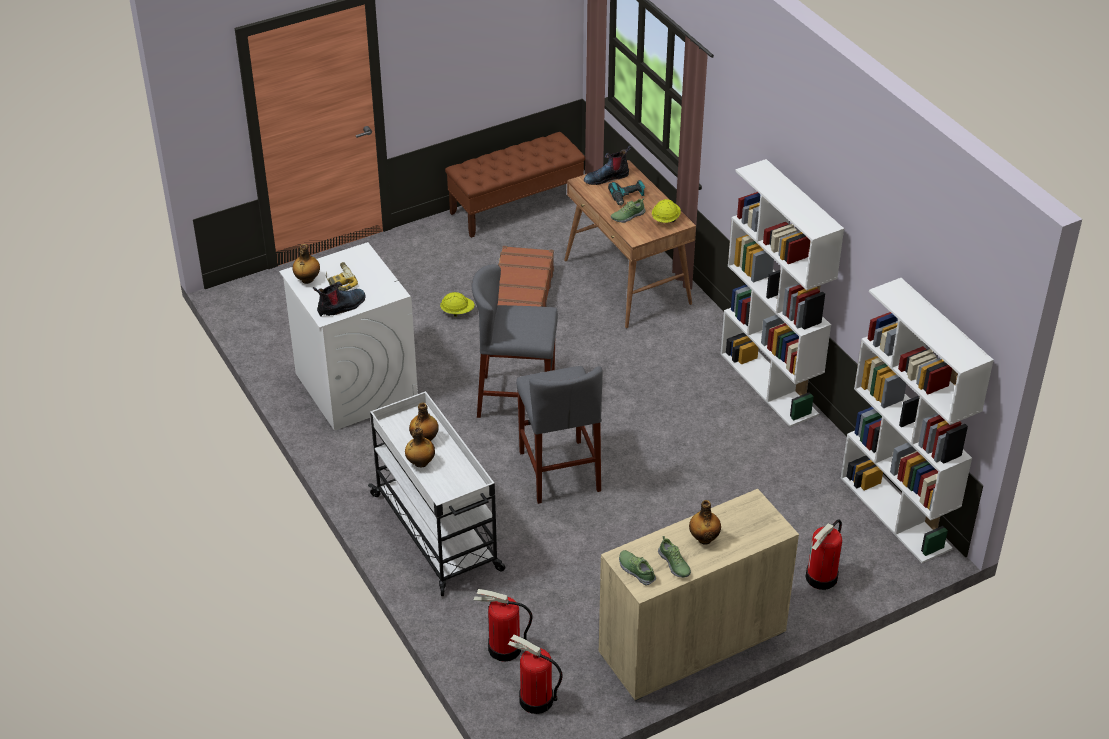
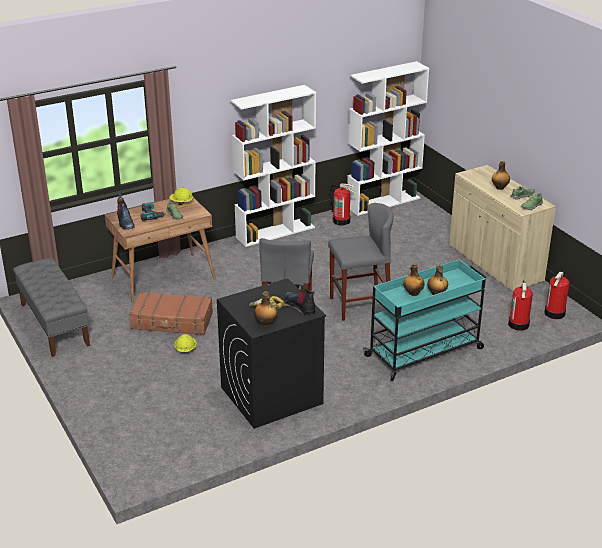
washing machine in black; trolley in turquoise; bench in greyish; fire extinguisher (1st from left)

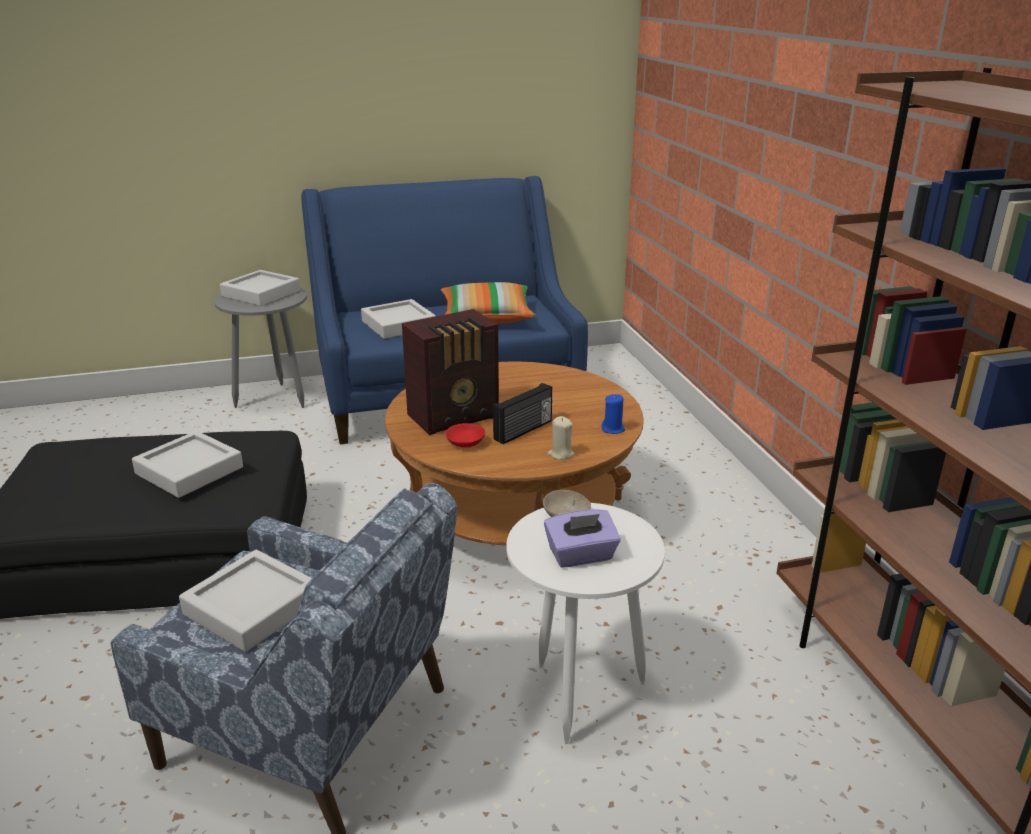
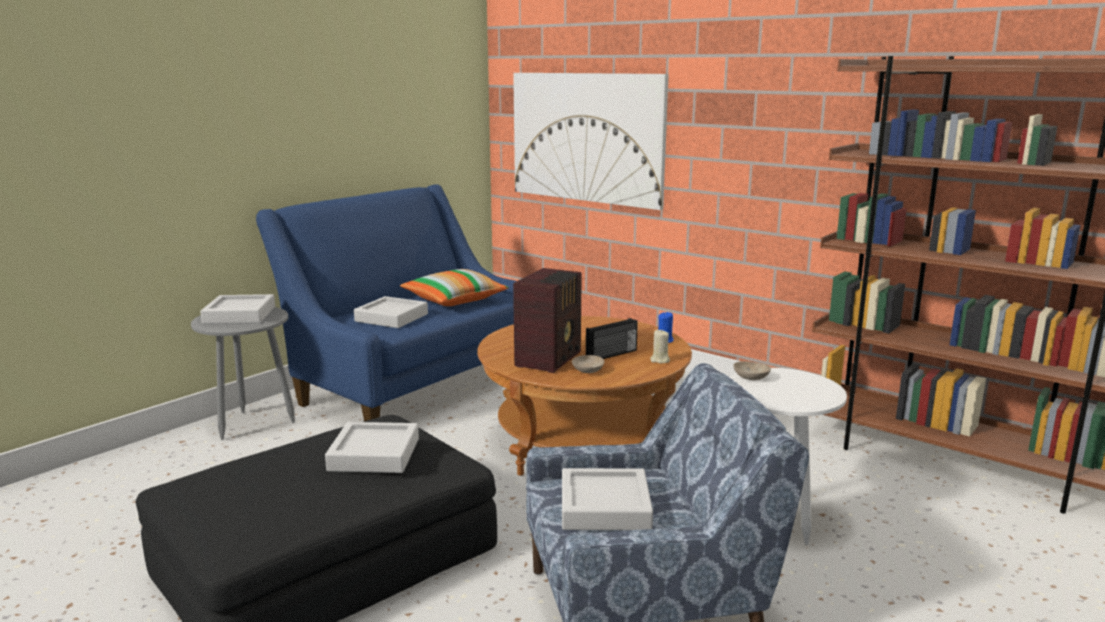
serving bowl in beige-coloured (1st from left); radio (2nd from left); box of tissues in purple-coloured; wall picture

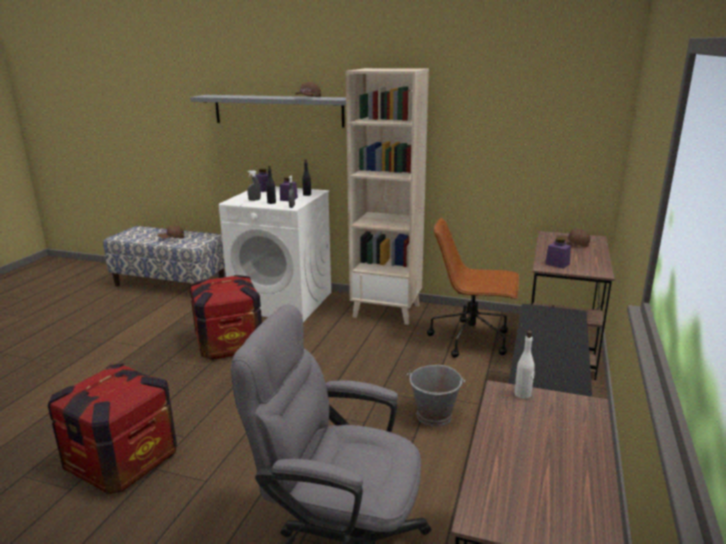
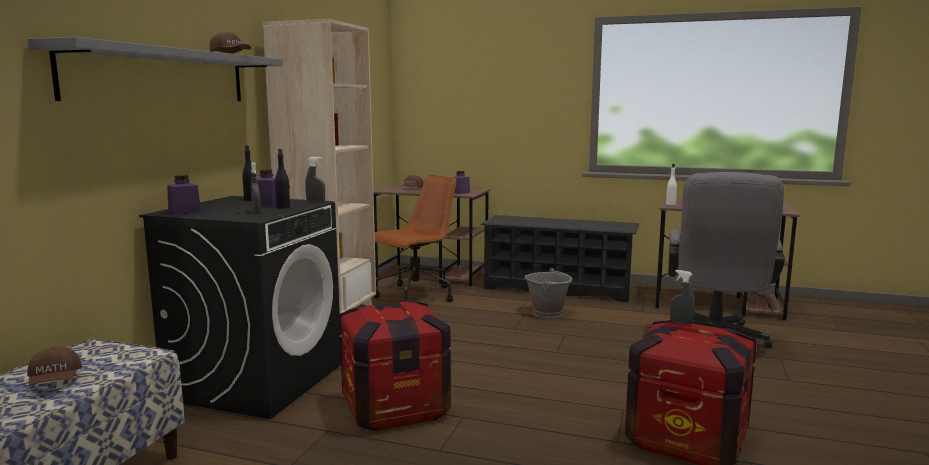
washing machine in black; desk chair in brown; spray bottle in greyish (3rd from left)

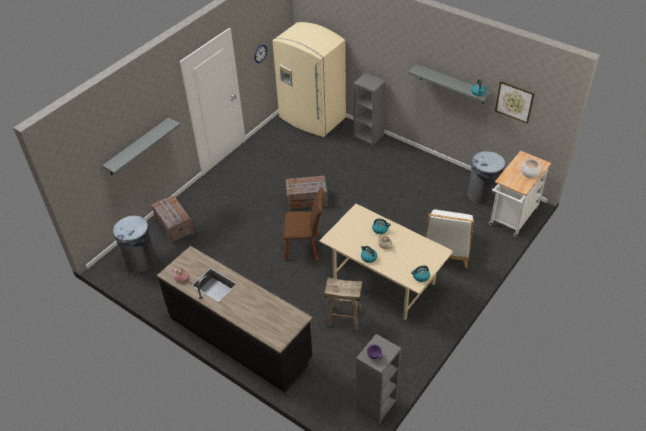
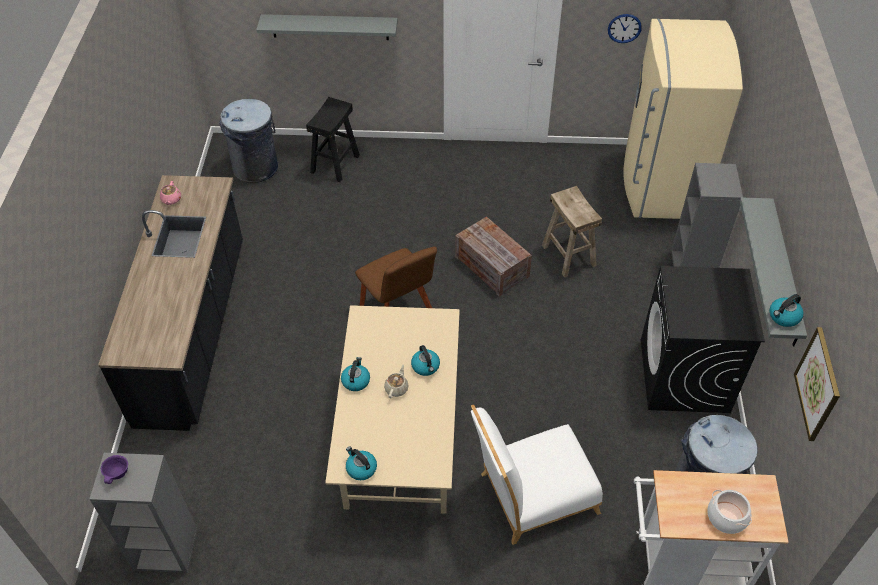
stool seat in black; stool seat in beige-coloured; washing machine in black

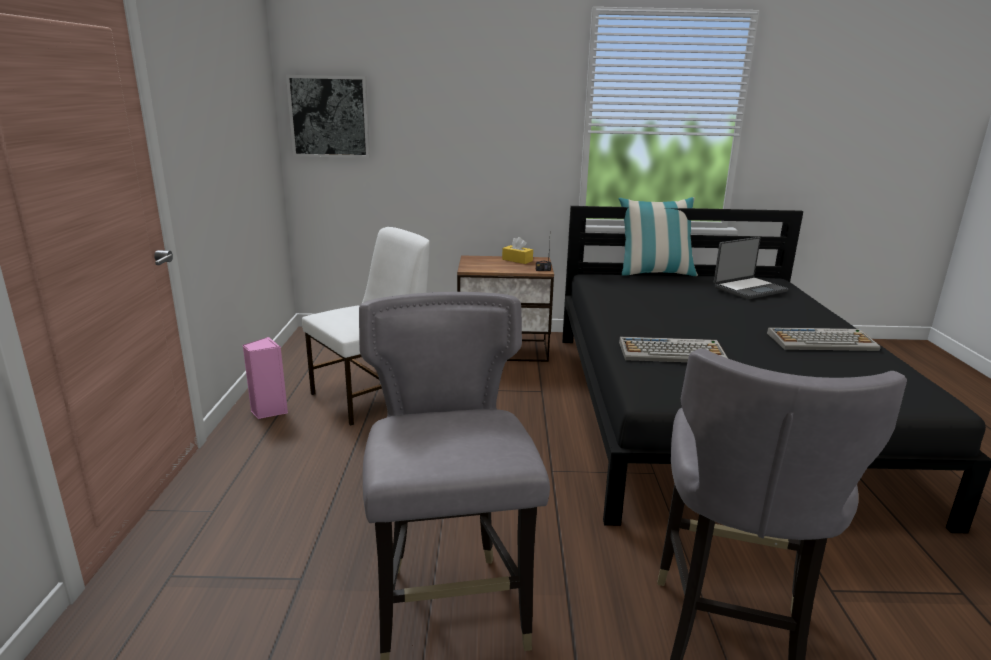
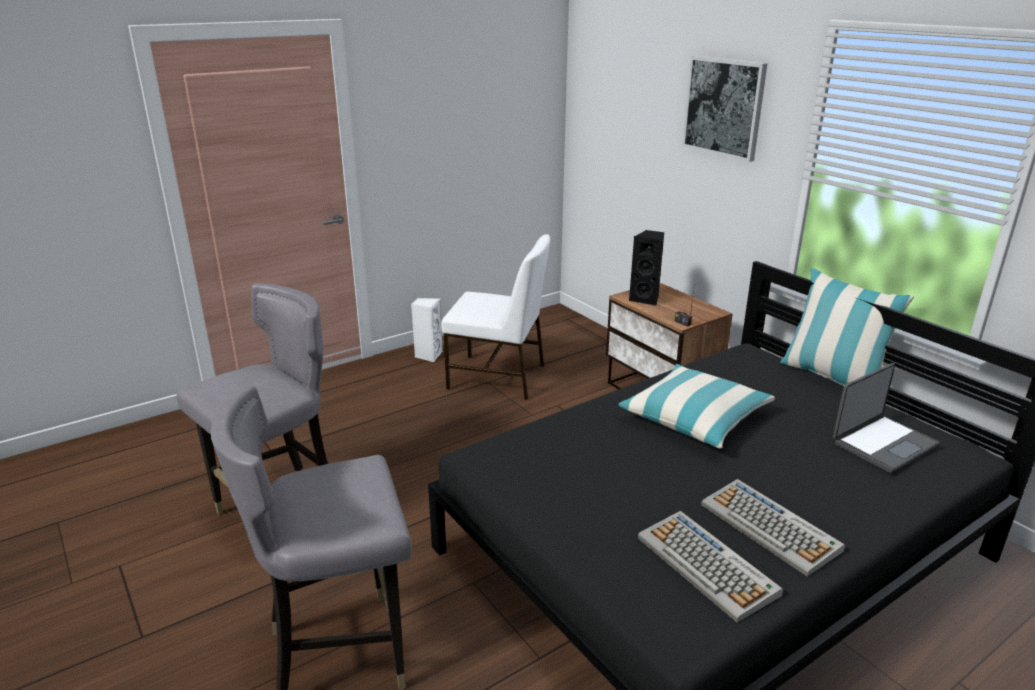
loudspeaker in whitish; wall picture; box of tissues in yellow; computer keyboard (1st from left); laptop; pillow (1st from left); loudspeaker in black

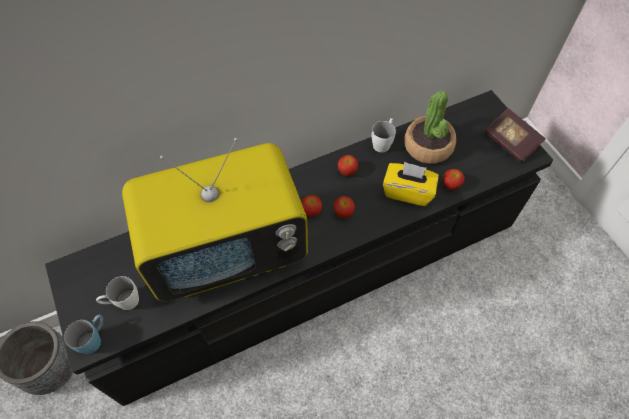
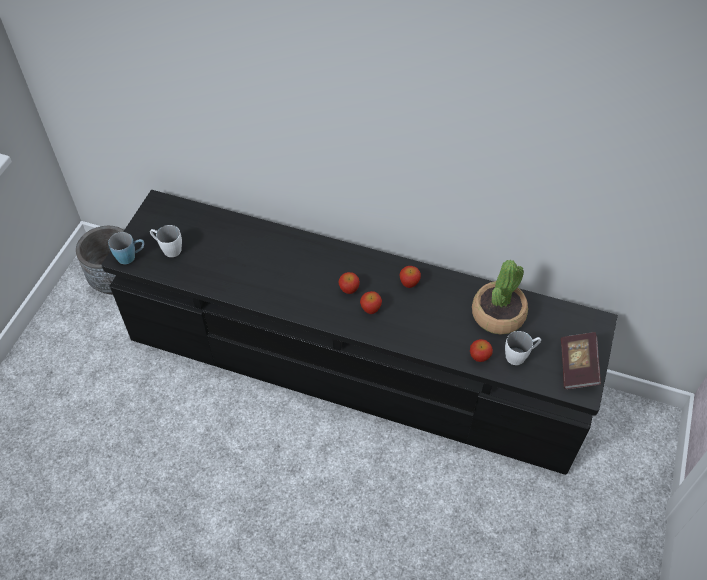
television; tea mug in whitish (2nd from left); box of tissues in yellow

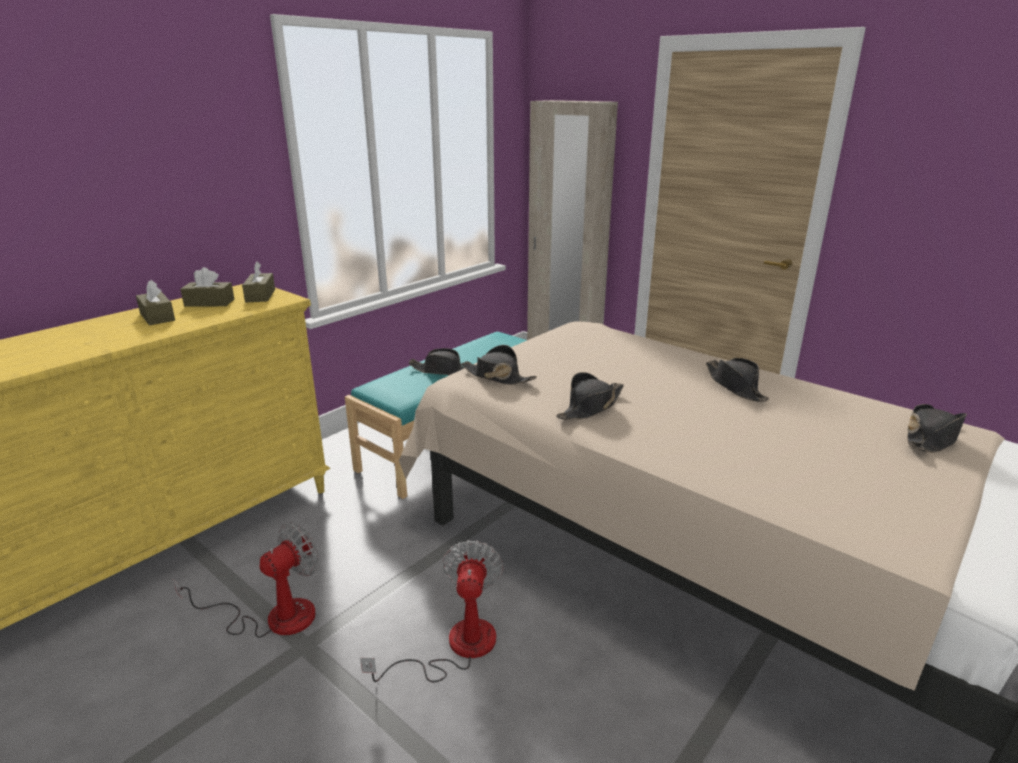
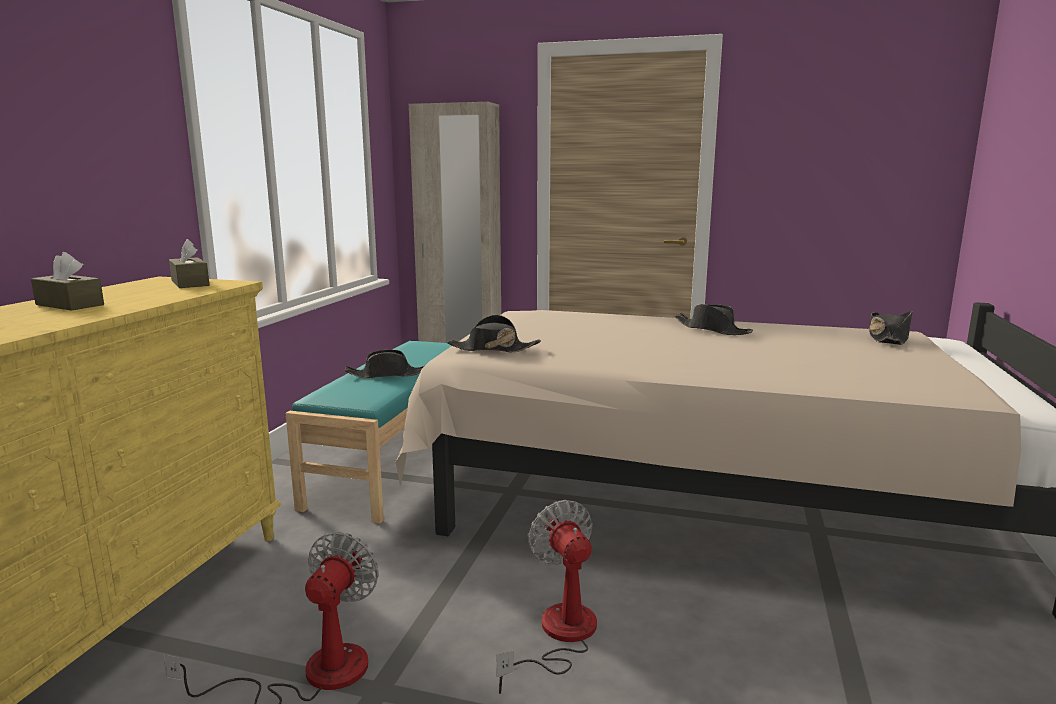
box of tissues in brown (2nd from left in the first image); hat in black (3rd from left in the first image)

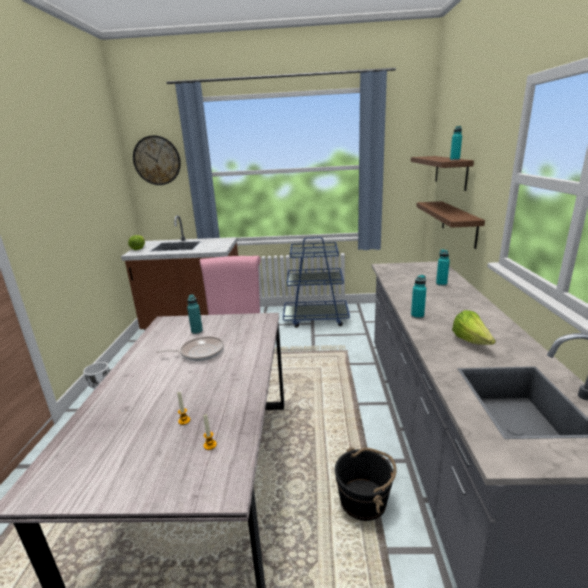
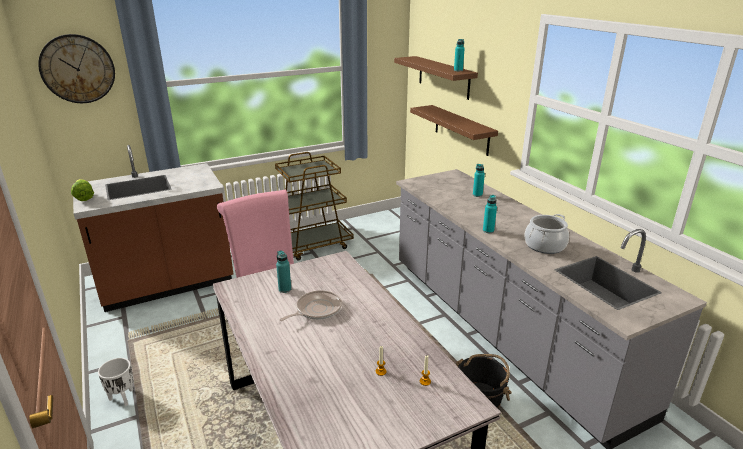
trolley in brown; cooking pot

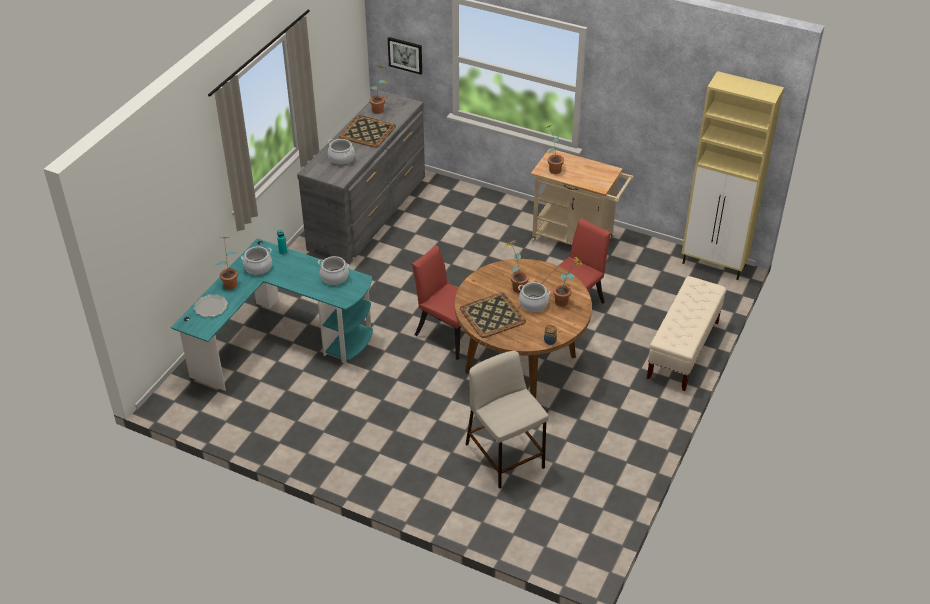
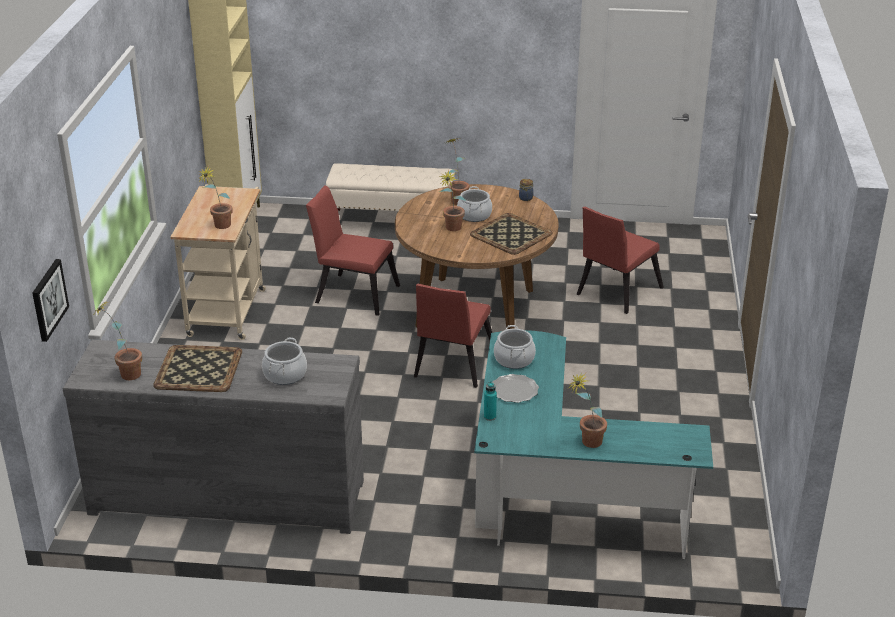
plate; cooking pot (1st from left in the first image); chair in red (3rd from left)

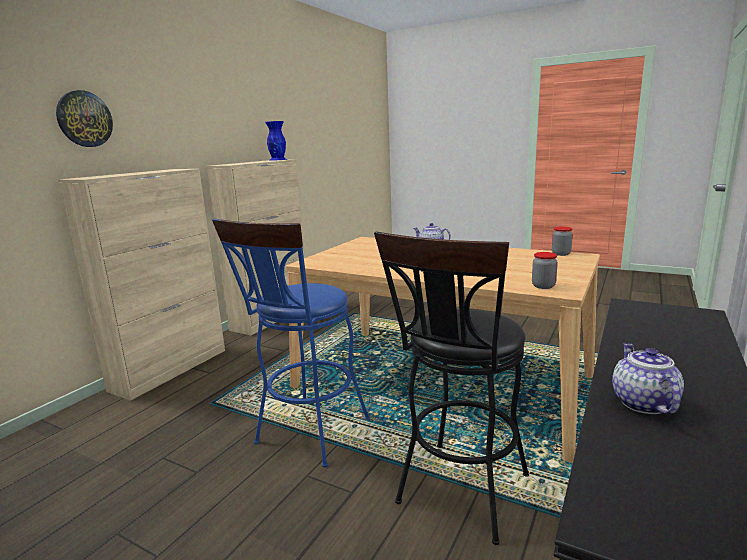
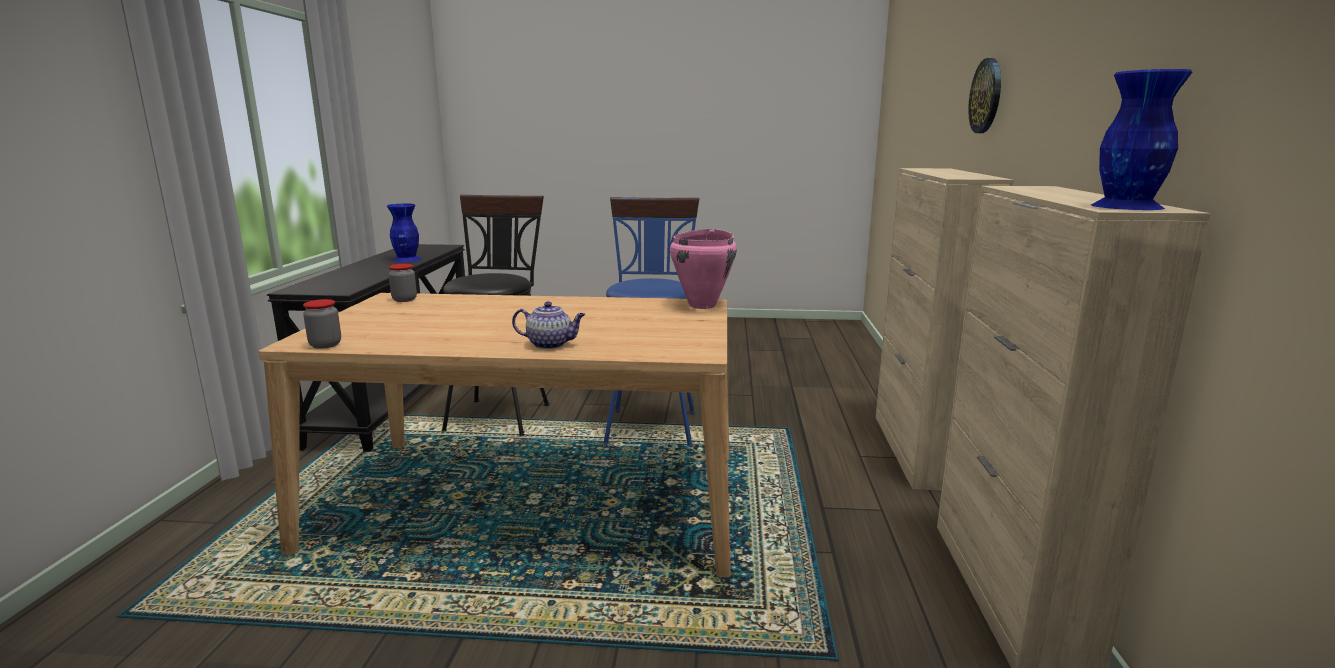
flower vase in bluish (1st from left); cooking pot in pink

